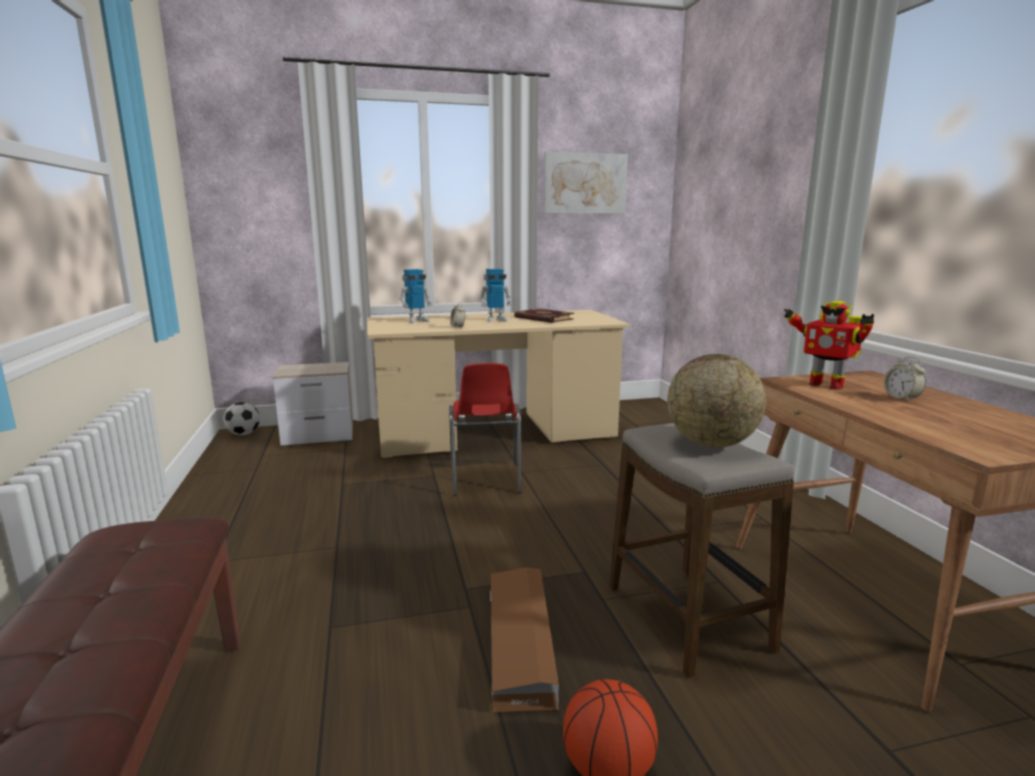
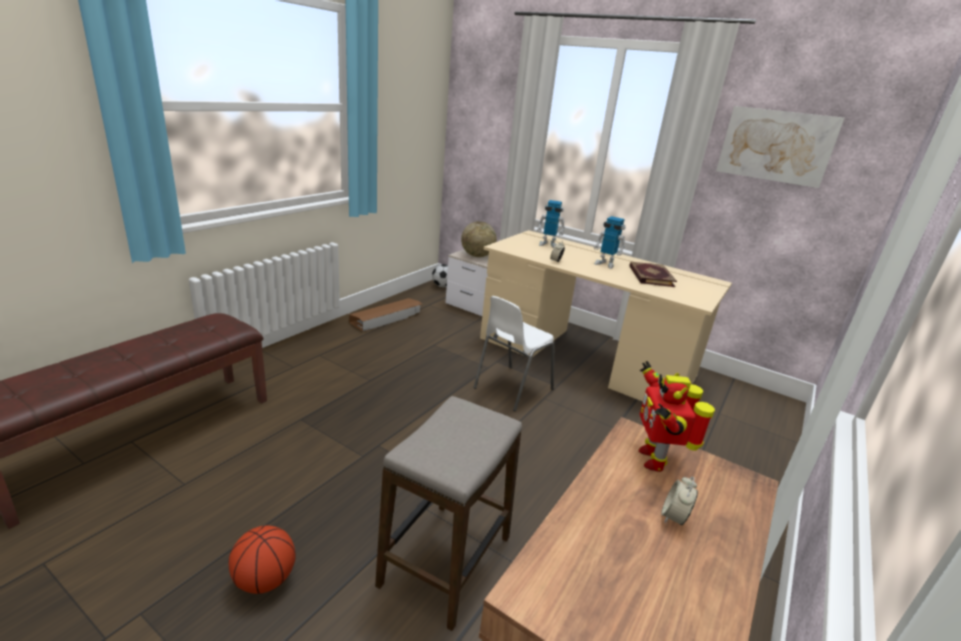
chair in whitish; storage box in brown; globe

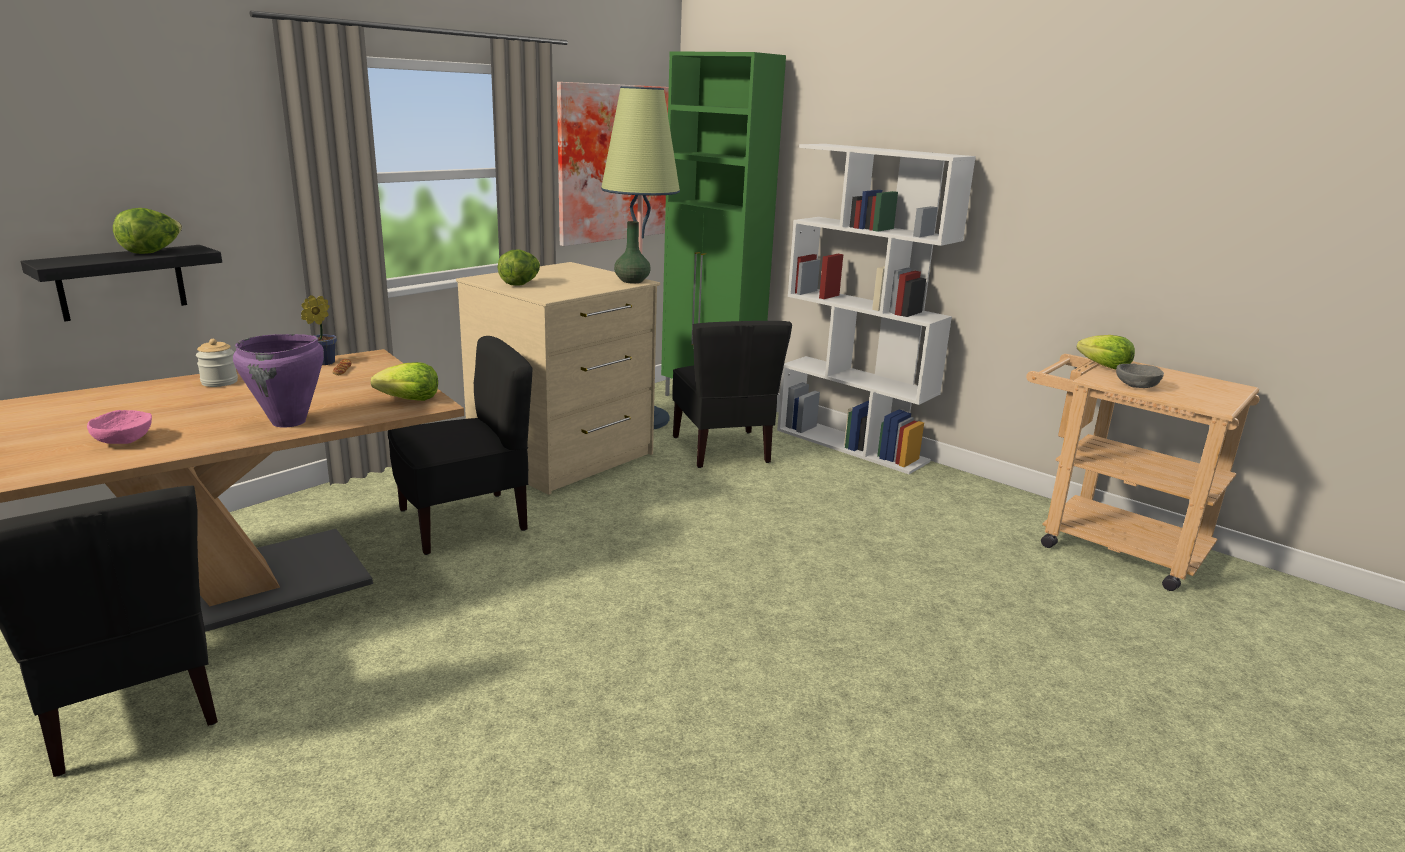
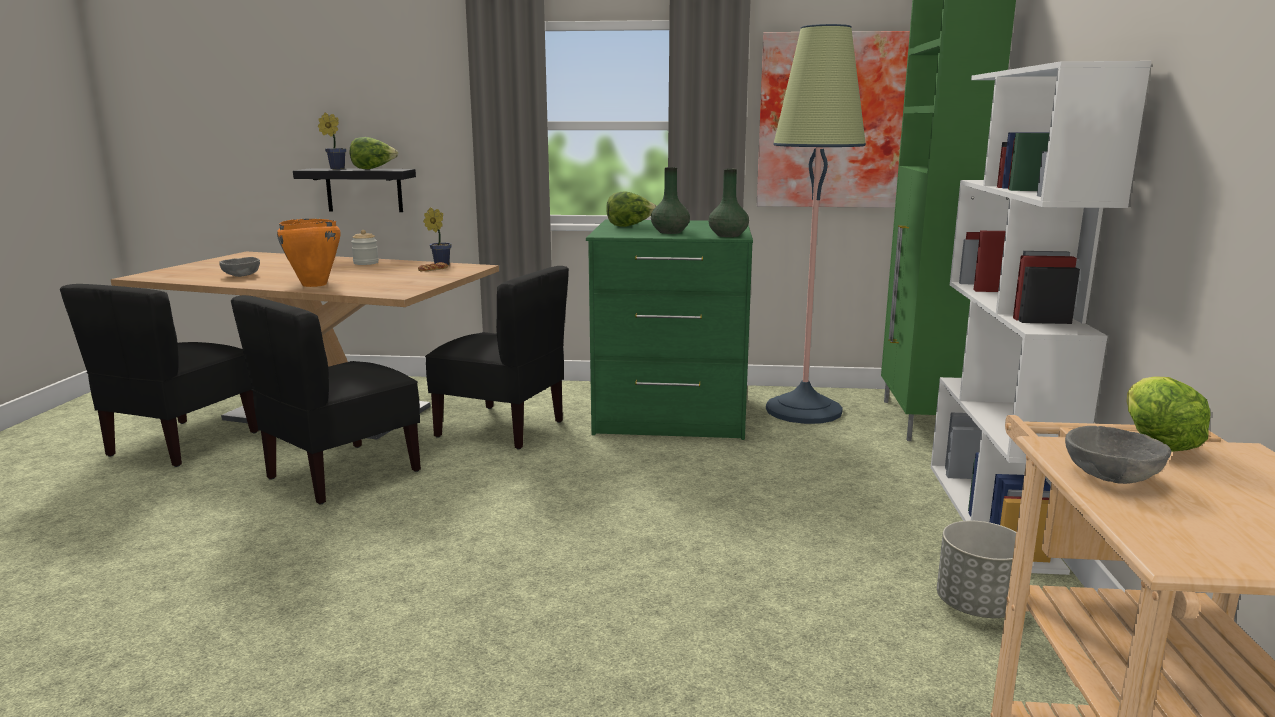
serving bowl in greyish (1st from left); cooking pot in orange-coloured; lettuce head (2nd from left in the first image); dresser in green-coloured; chair in black (2nd from left); houseplant (1st from left); flower vase in green-coloured (1st from left); flower pot in greyish

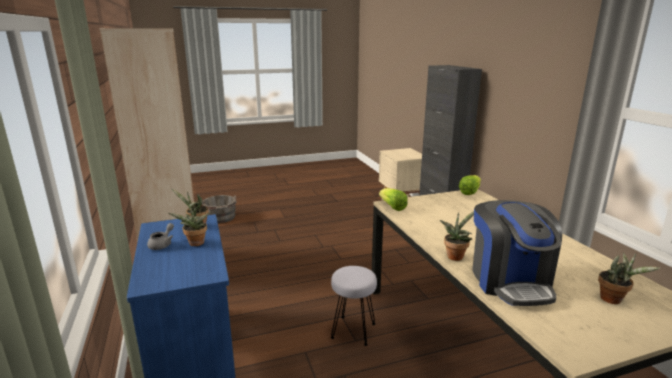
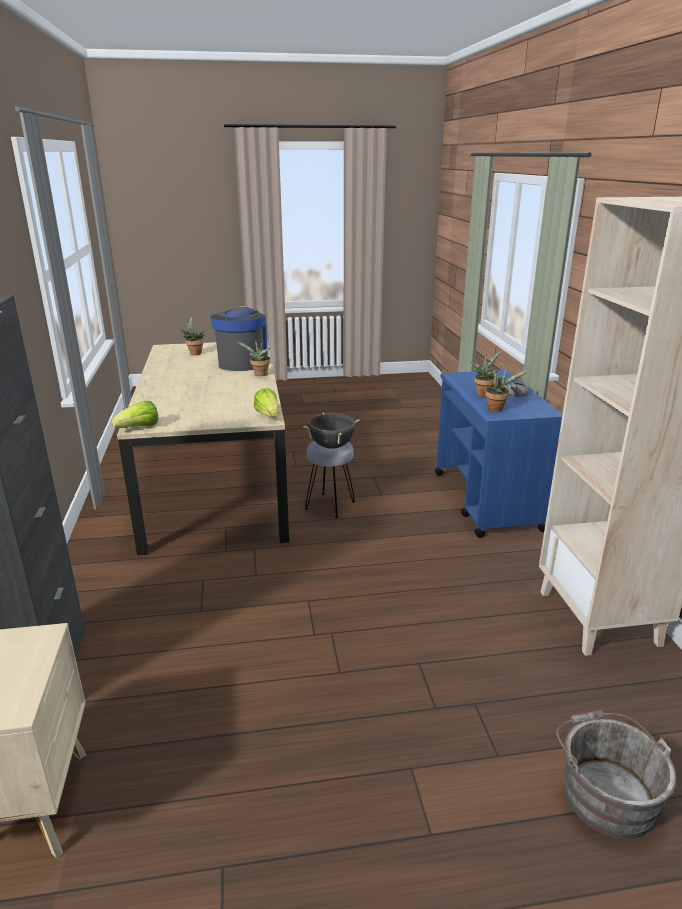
cooking pot in black

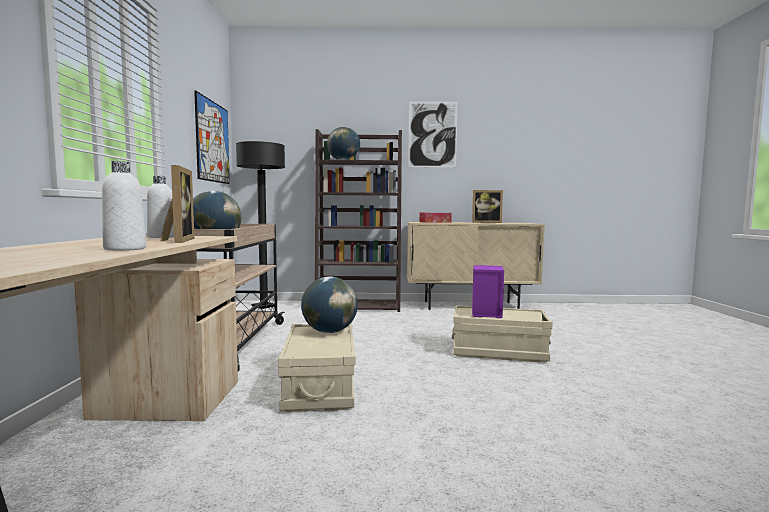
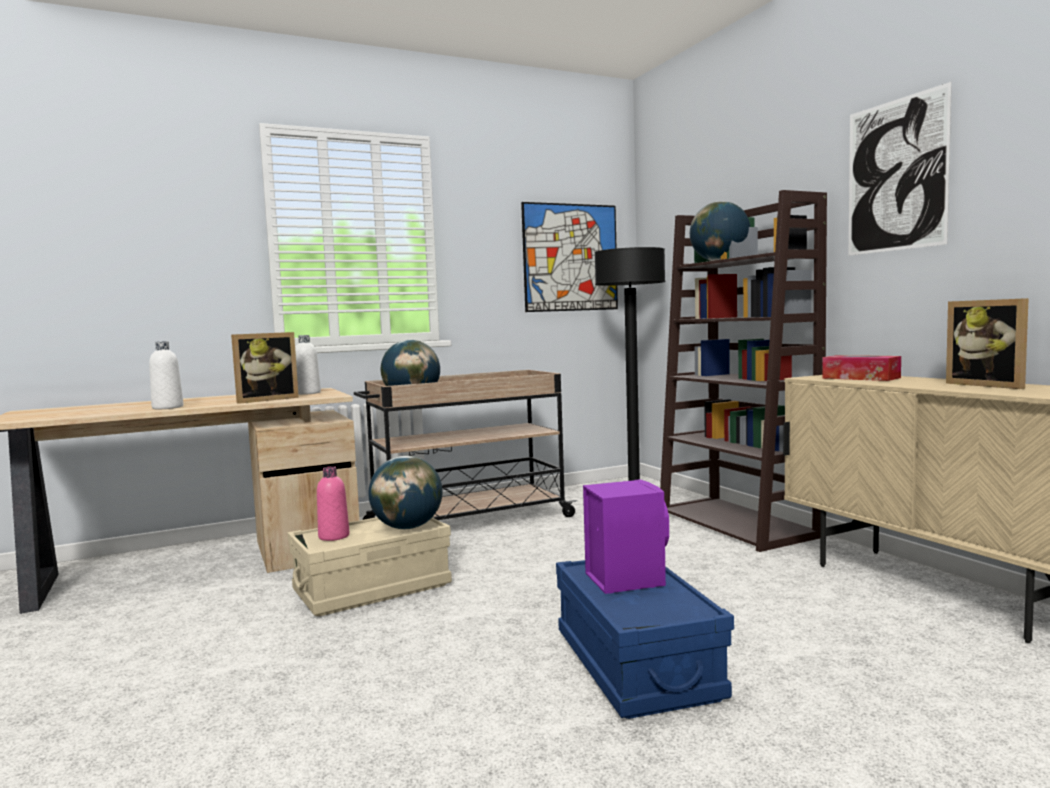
storage box in bluish; bottle in pink

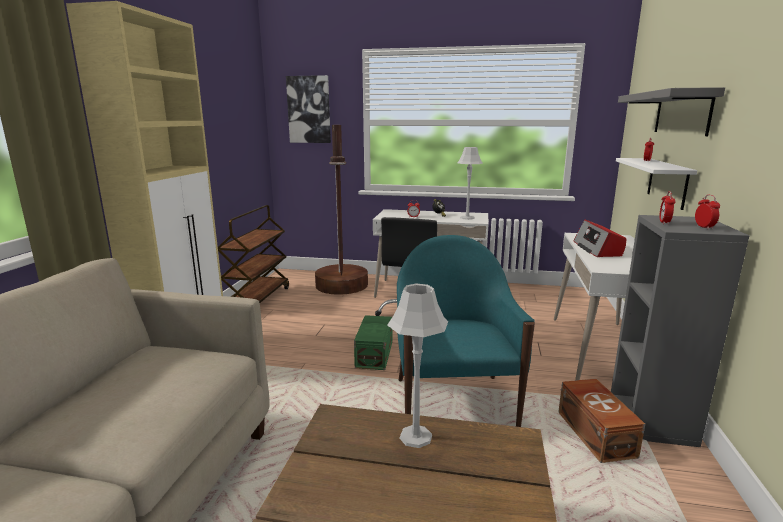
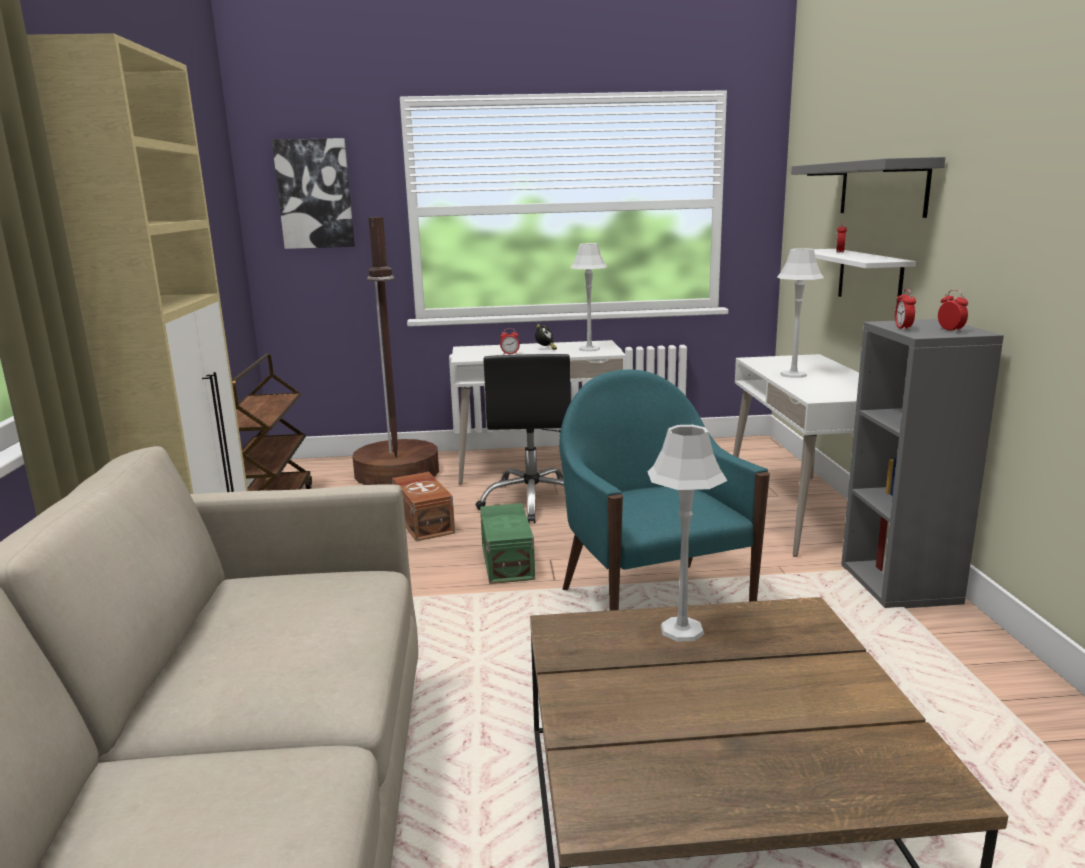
storage box in brown; table lamp in greyish (3rd from left)

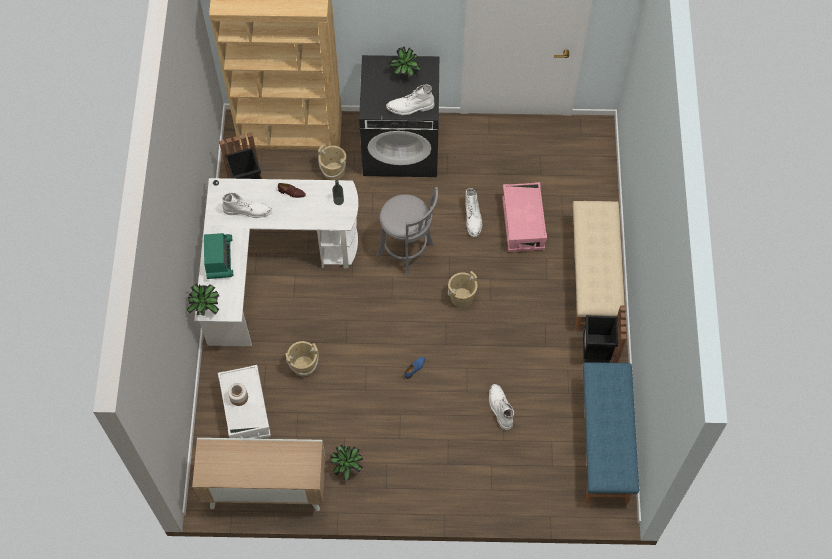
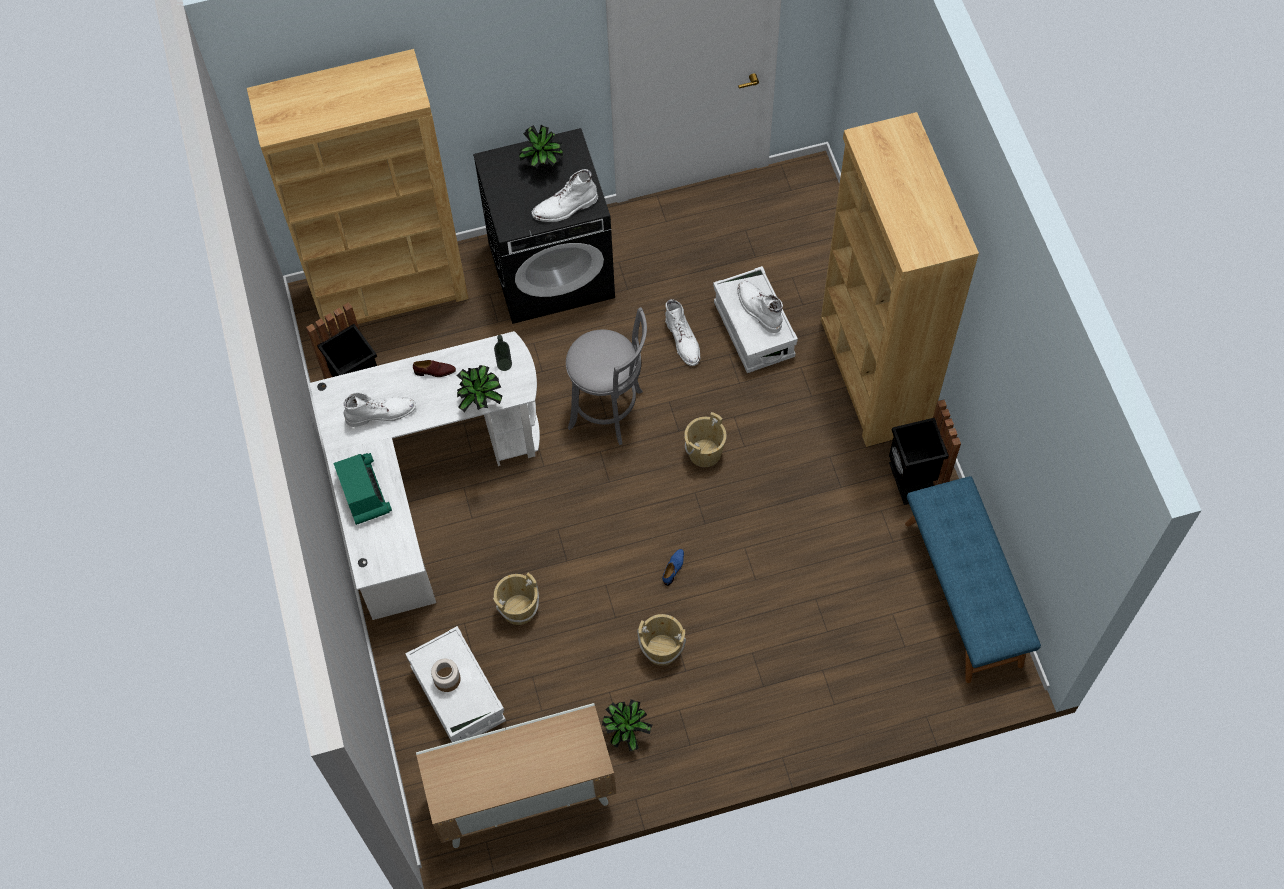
houseplant (1st from left); water bucket in beige-coloured (2nd from left); high-top boot in whitish (4th from left); storage box in whitish (2nd from left); bookshelf in brown (2nd from left)

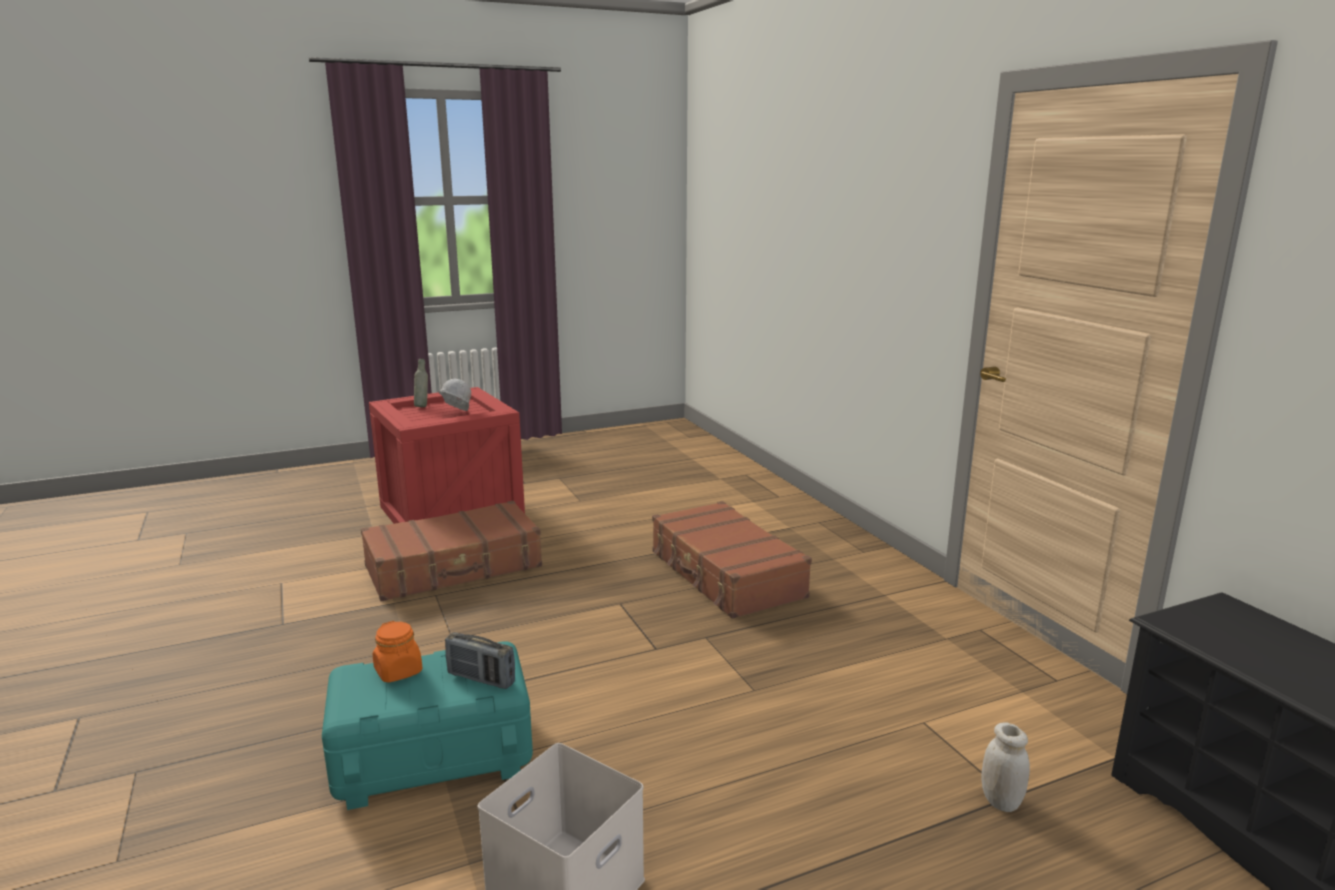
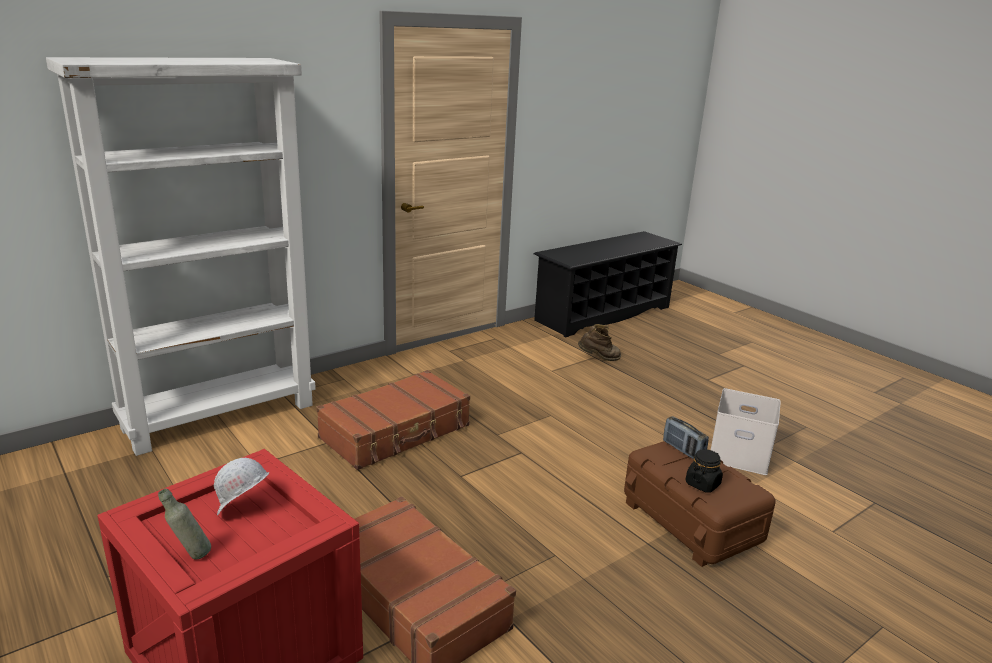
storage box in brown; jar in black; radio; high-top boot in brown; bookshelf in whitish

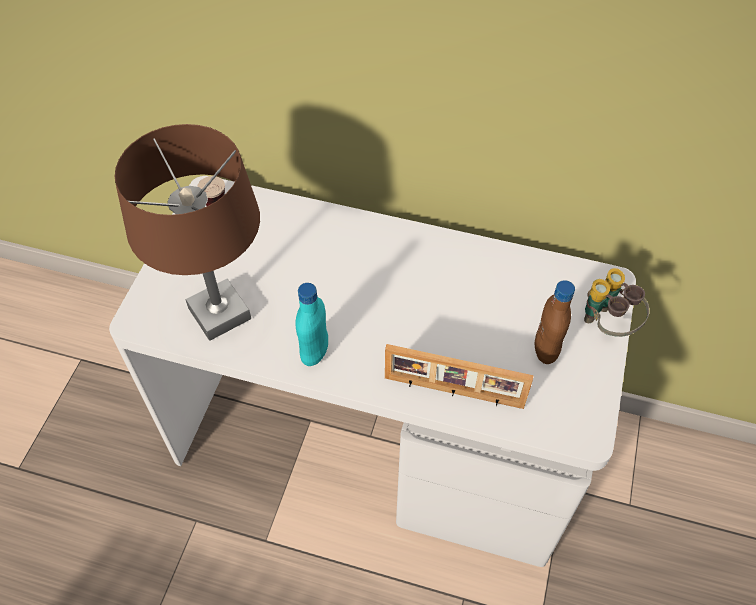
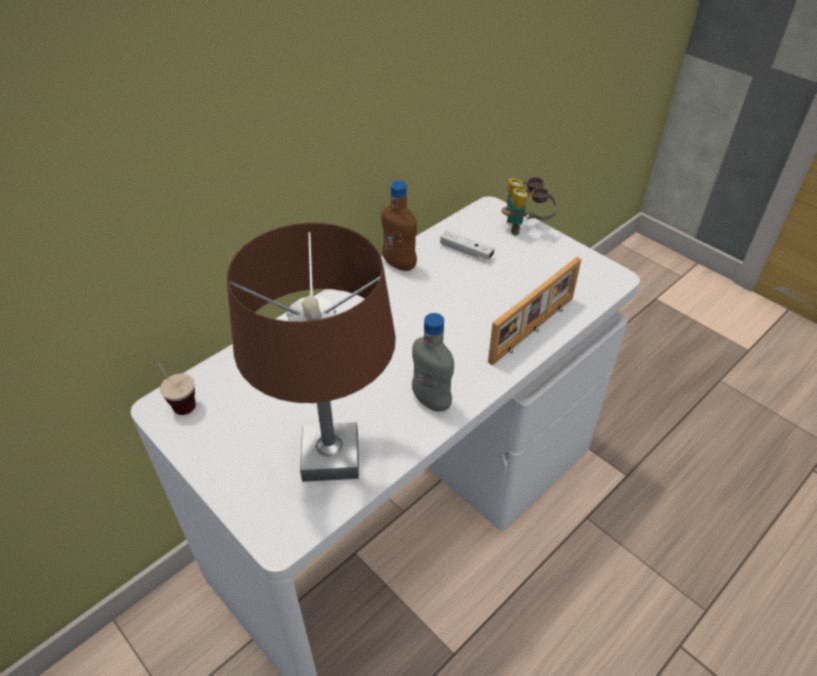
bottle in greyish; bottle in brown; gamepad in whitish

